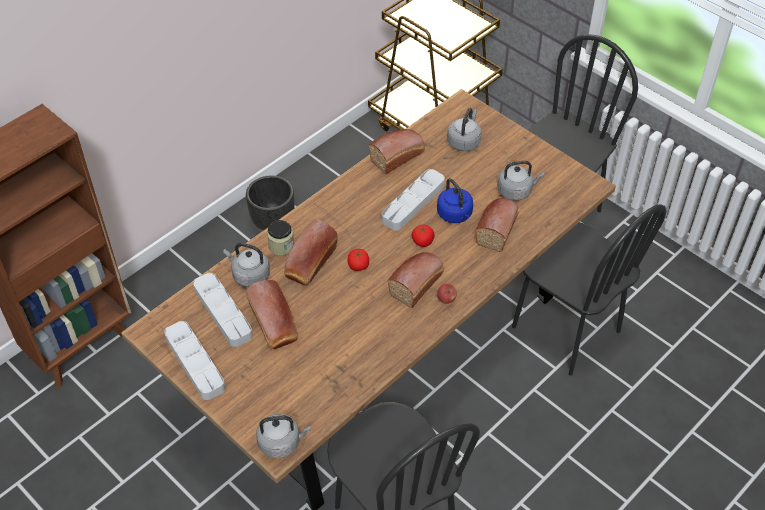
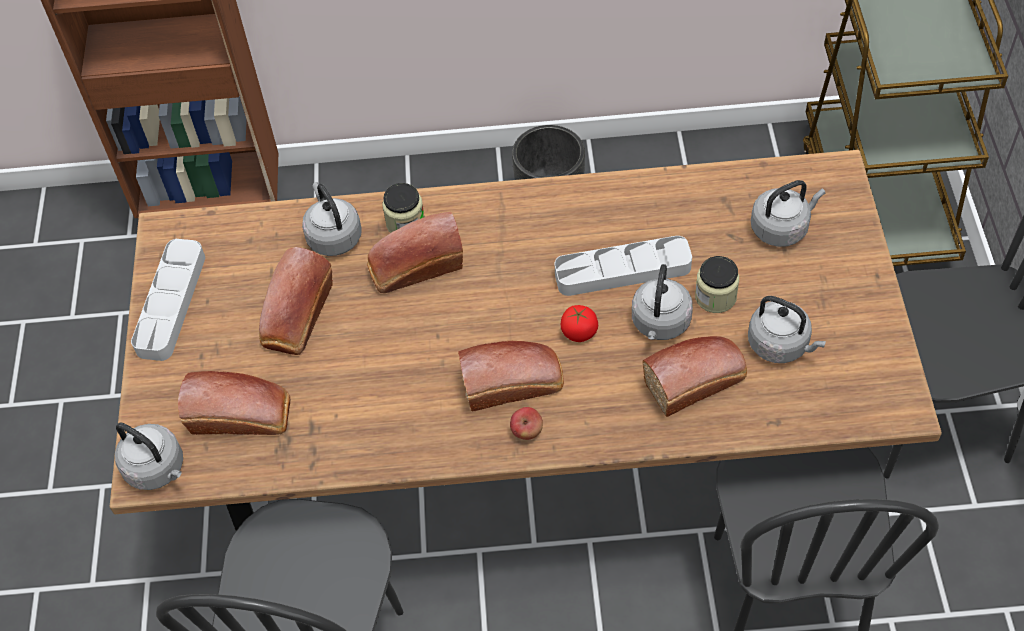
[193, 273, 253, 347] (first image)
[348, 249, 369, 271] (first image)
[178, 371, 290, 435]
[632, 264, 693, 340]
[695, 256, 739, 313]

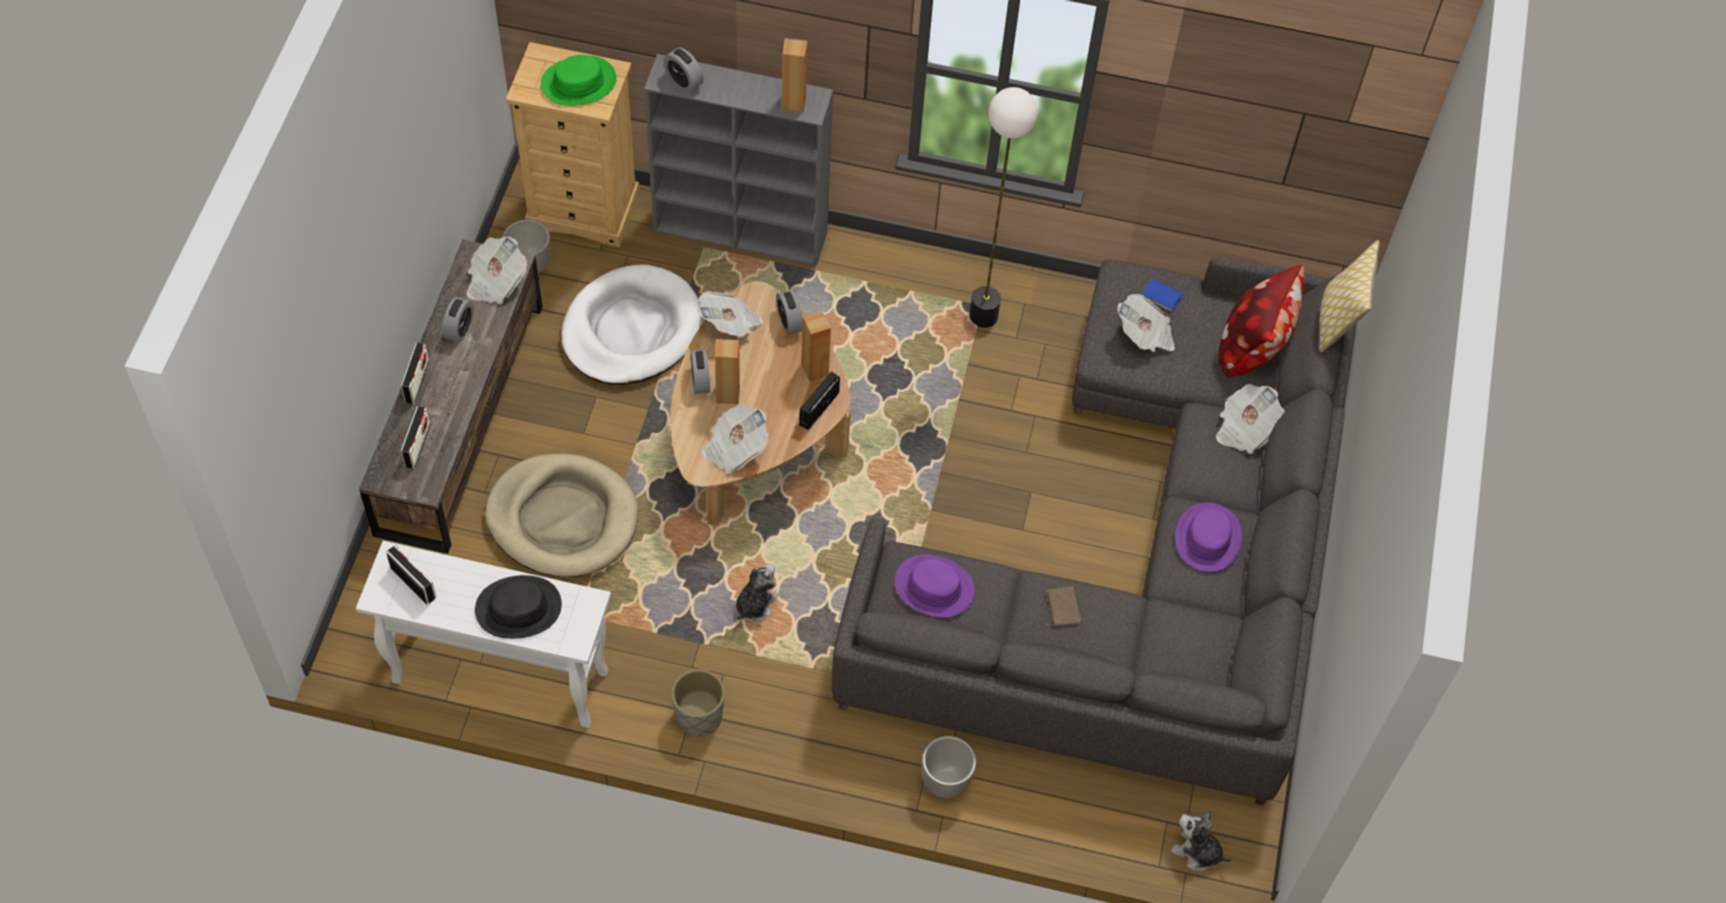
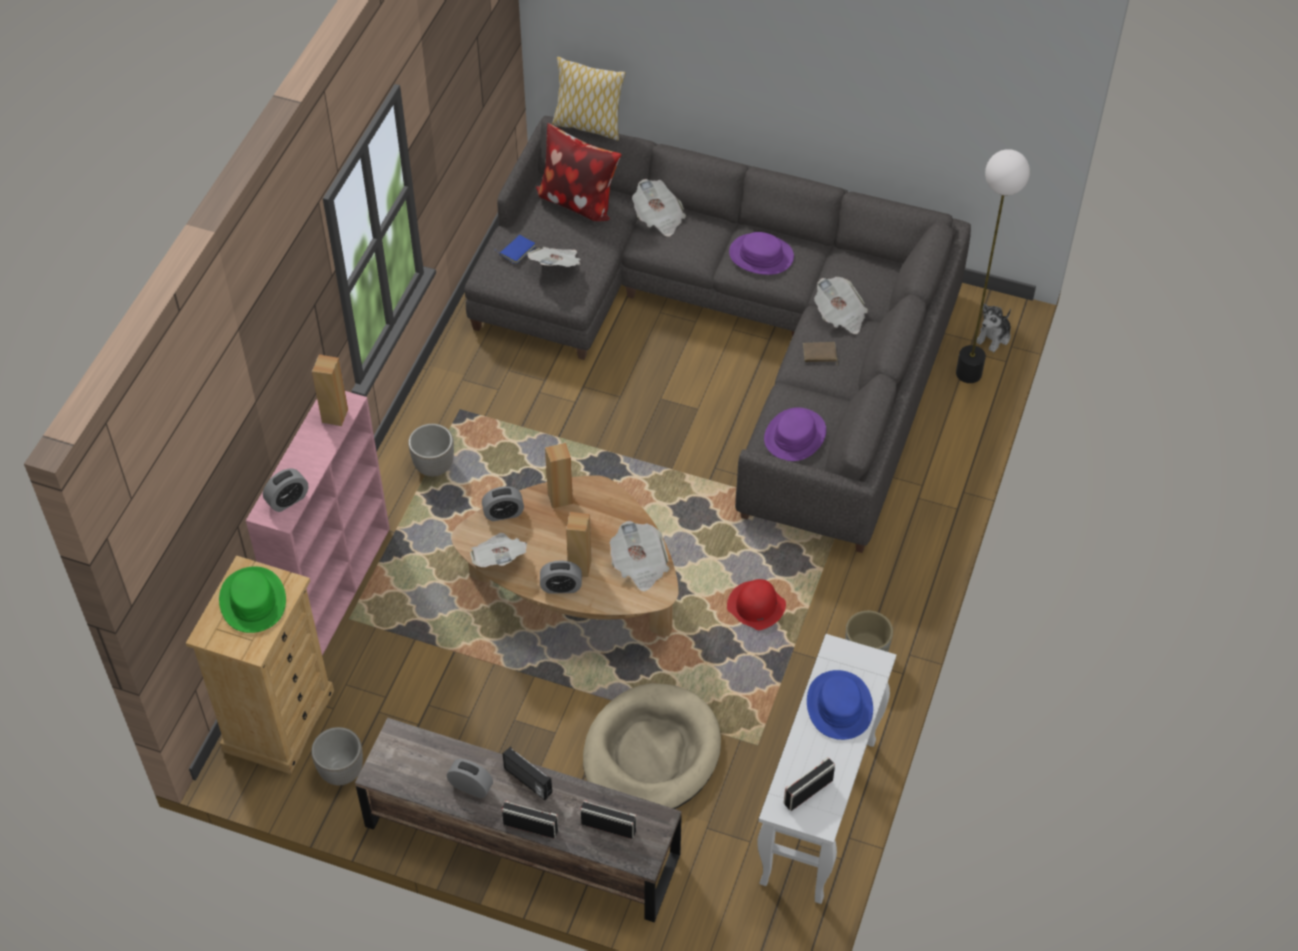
[814, 277, 868, 334]
[807, 670, 873, 740]
[561, 264, 701, 385] (first image)
[246, 391, 390, 656]
[727, 579, 786, 630]
[503, 747, 552, 800]
[408, 424, 454, 476]
[956, 149, 1030, 383]

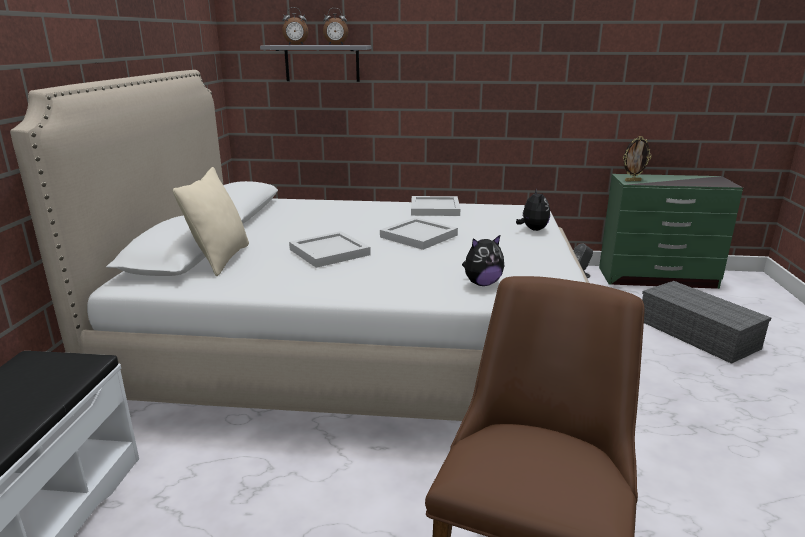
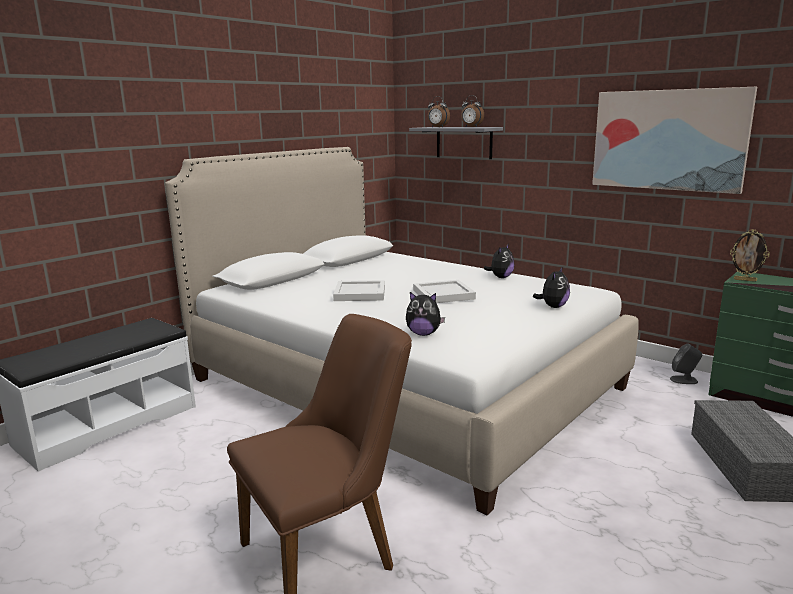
[173, 167, 249, 276] (first image)
[484, 244, 515, 278]
[592, 87, 757, 194]

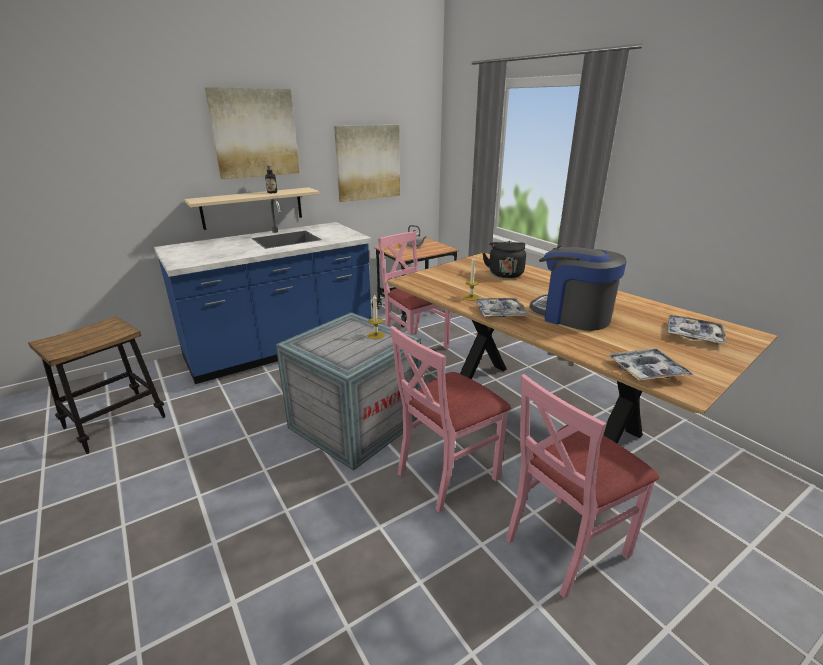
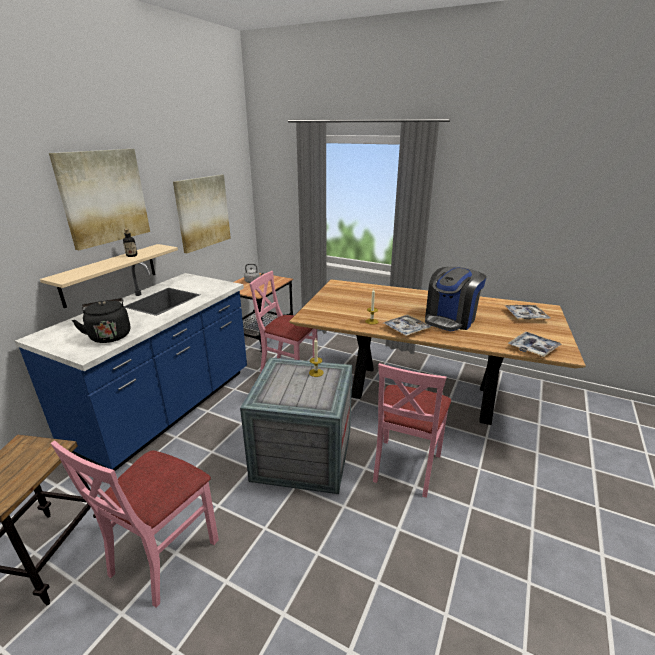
[72, 298, 130, 343]
[51, 441, 219, 608]
[425, 267, 487, 331]

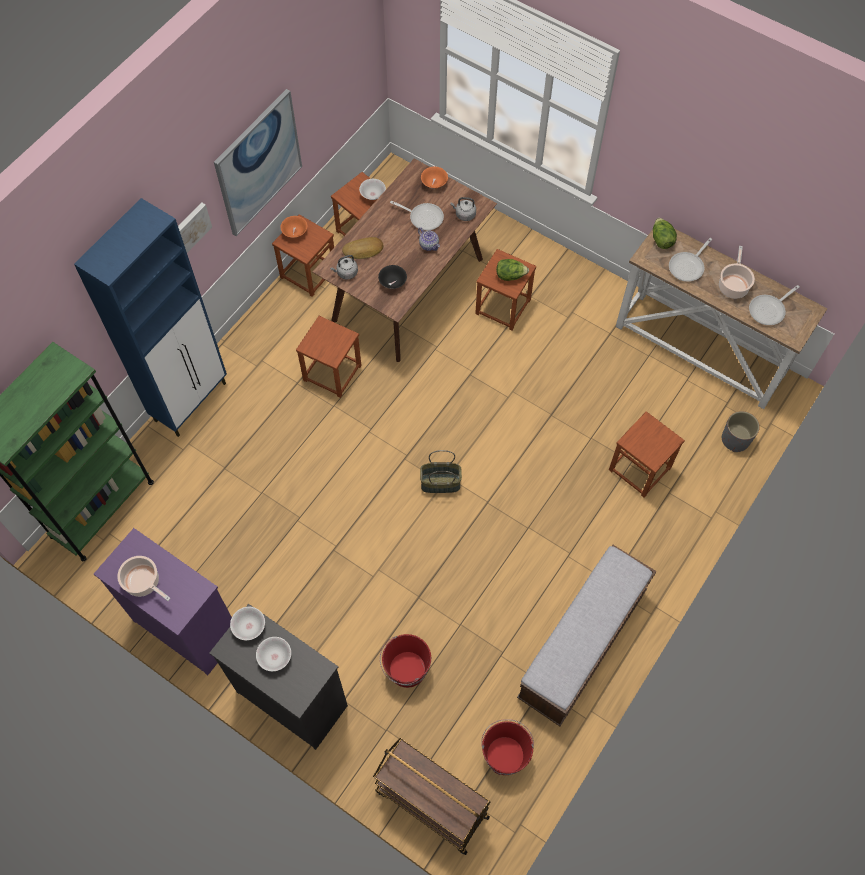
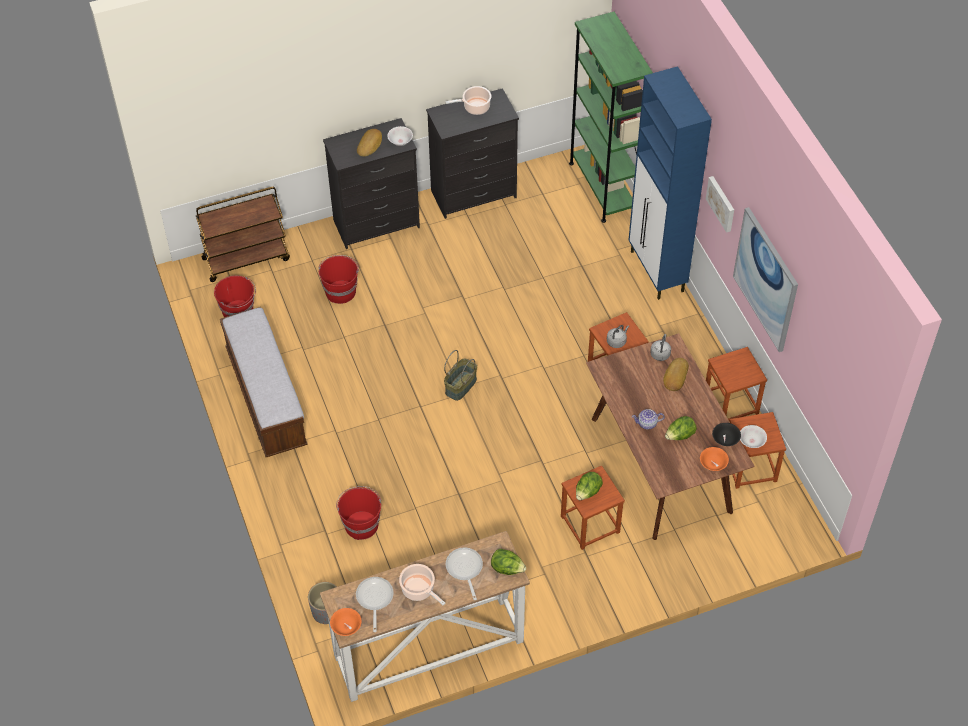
[426, 88, 519, 219]
[357, 129, 382, 157]
[330, 608, 362, 636]
[712, 423, 741, 446]
[665, 416, 697, 440]
[607, 325, 629, 348]
[336, 486, 381, 540]

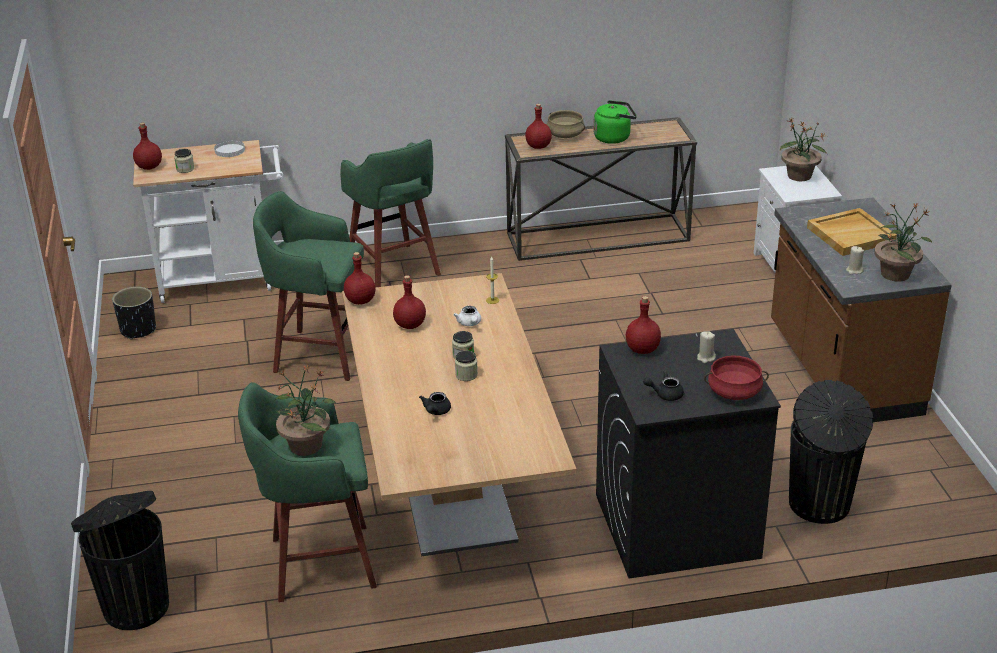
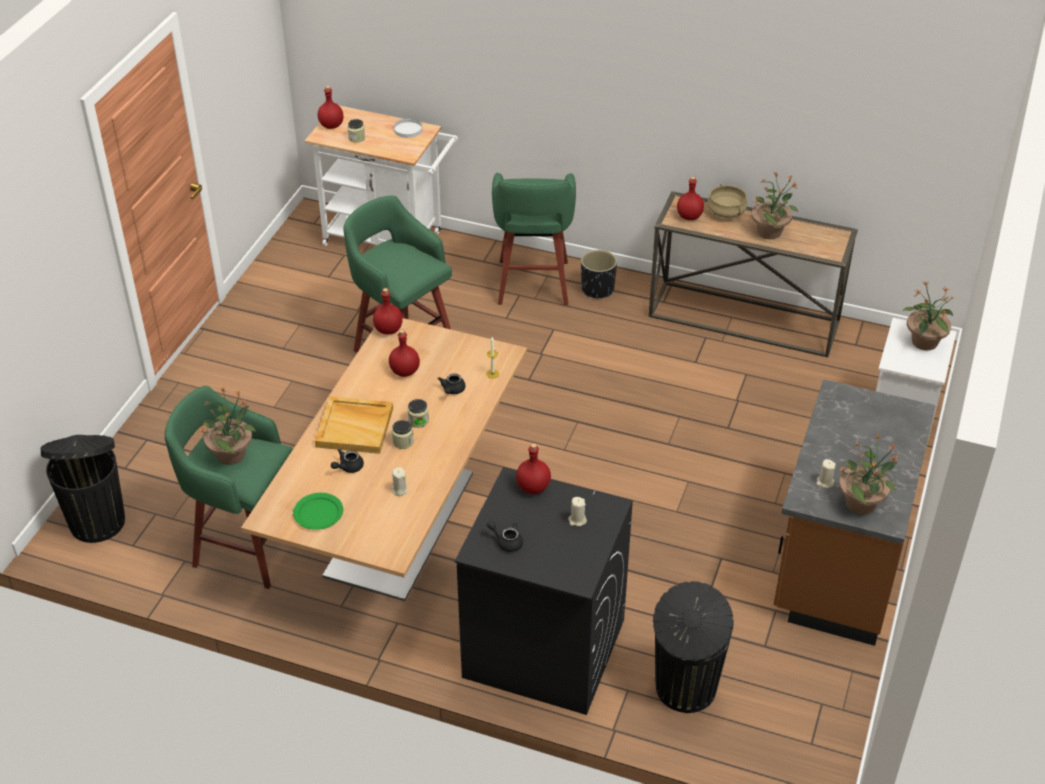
[581, 250, 617, 298]
[438, 374, 466, 394]
[751, 172, 799, 239]
[704, 355, 769, 400] (first image)
[315, 396, 393, 454]
[293, 493, 343, 530]
[391, 467, 408, 496]

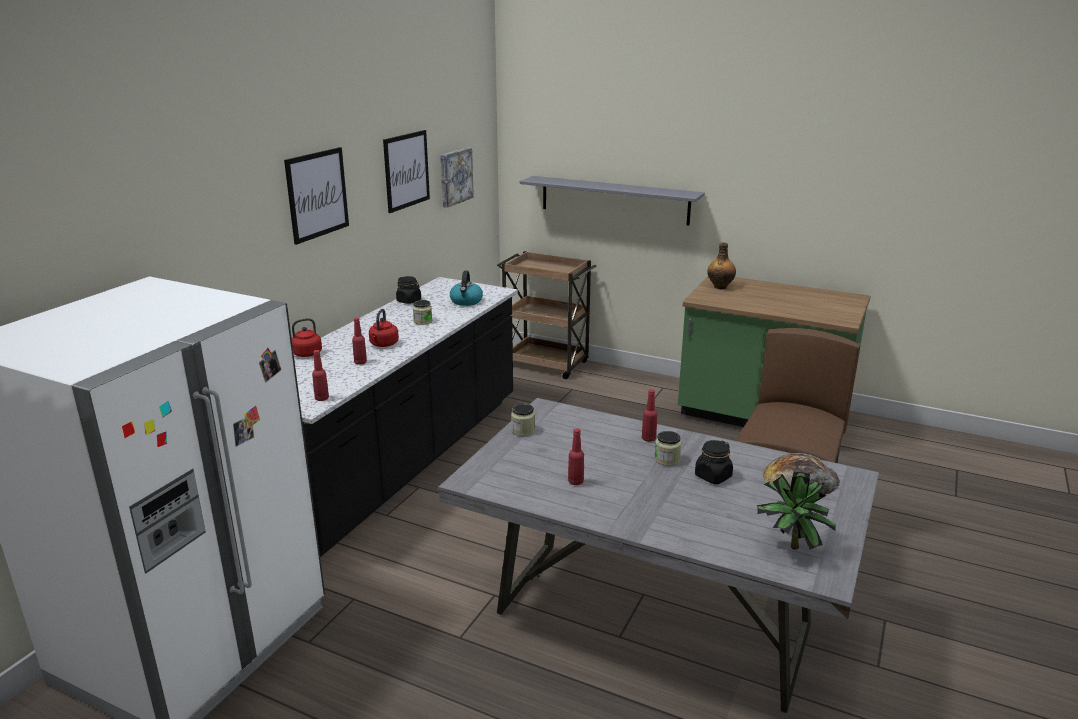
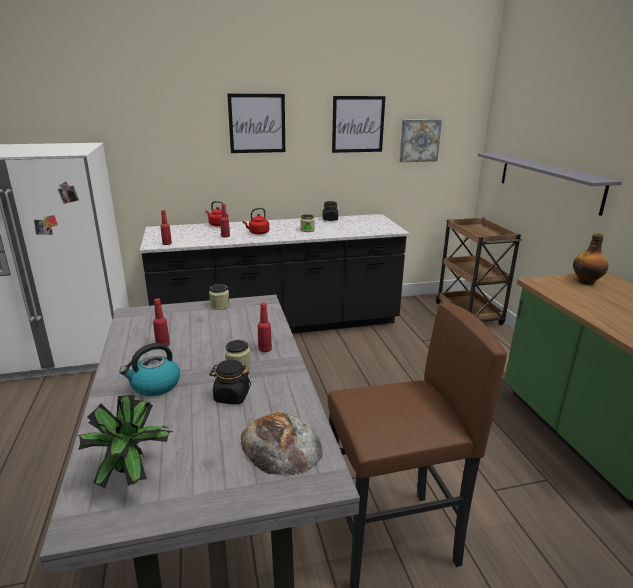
[119, 343, 180, 396]

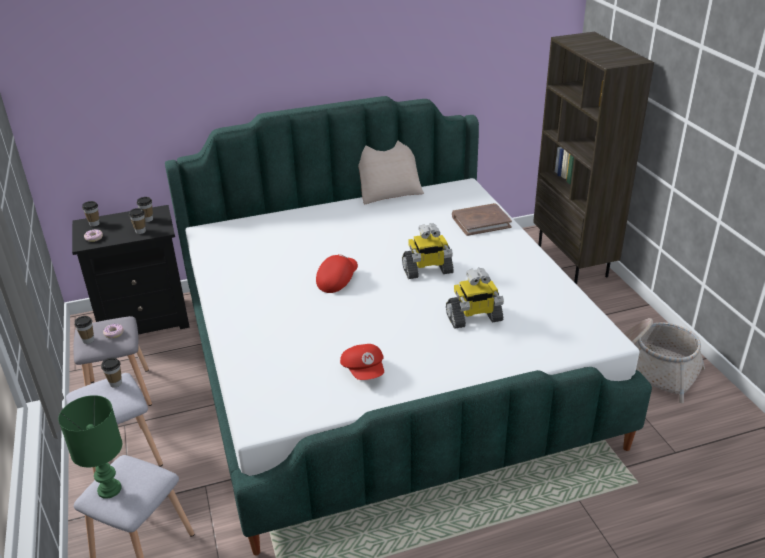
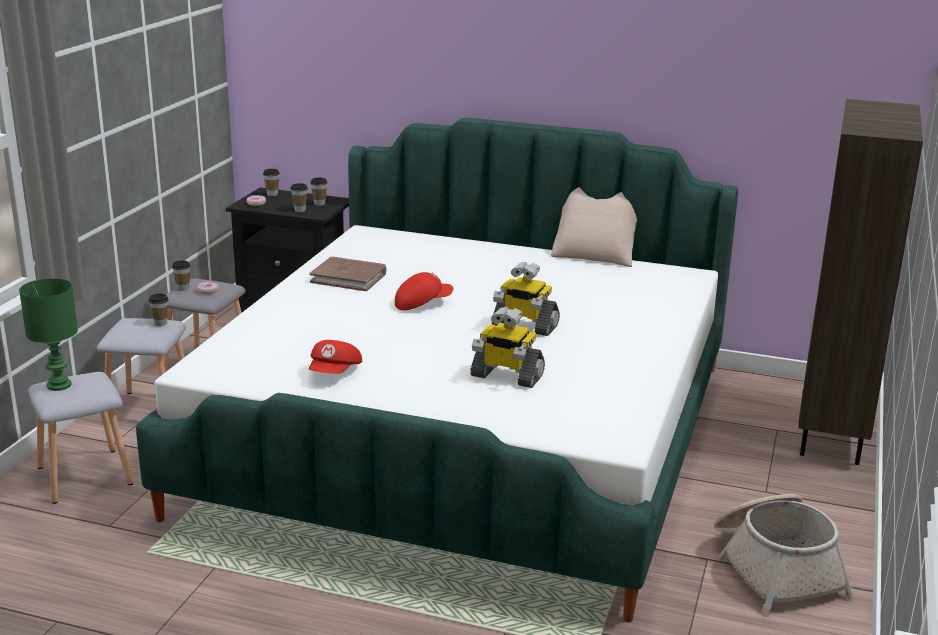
[310, 257, 386, 291]

